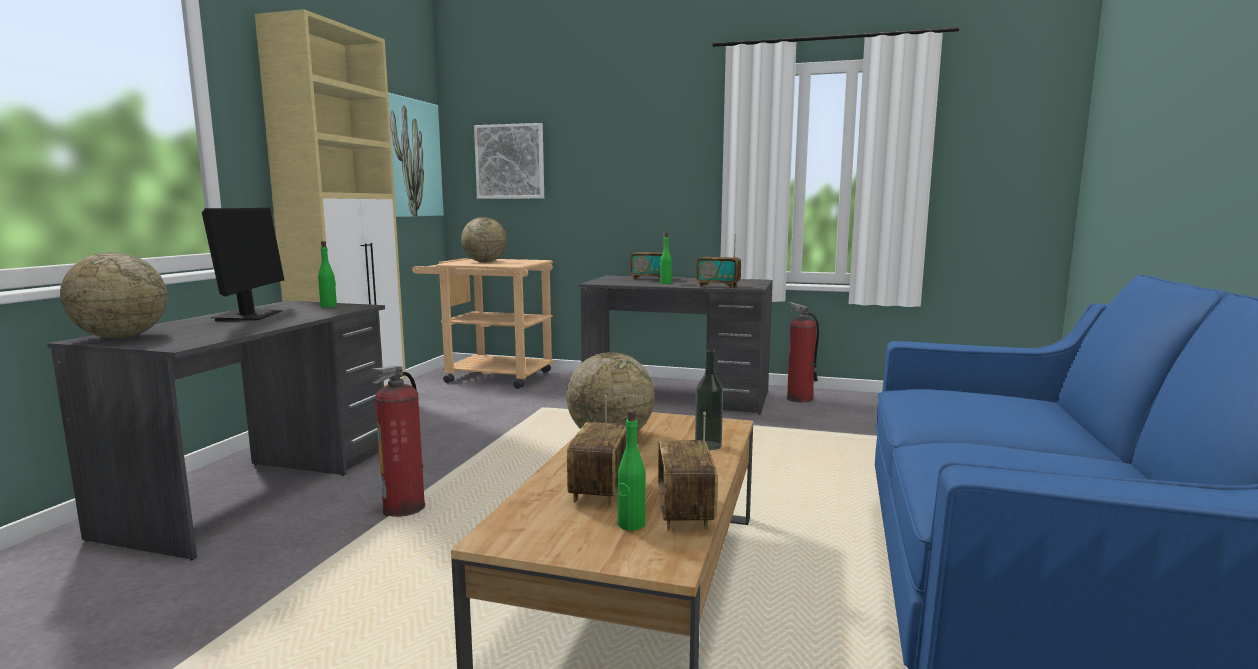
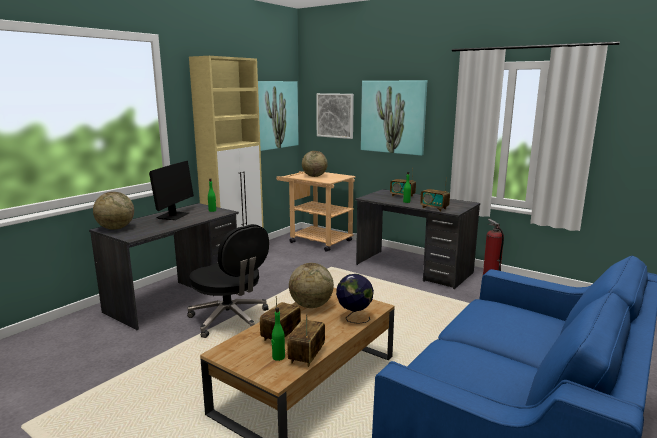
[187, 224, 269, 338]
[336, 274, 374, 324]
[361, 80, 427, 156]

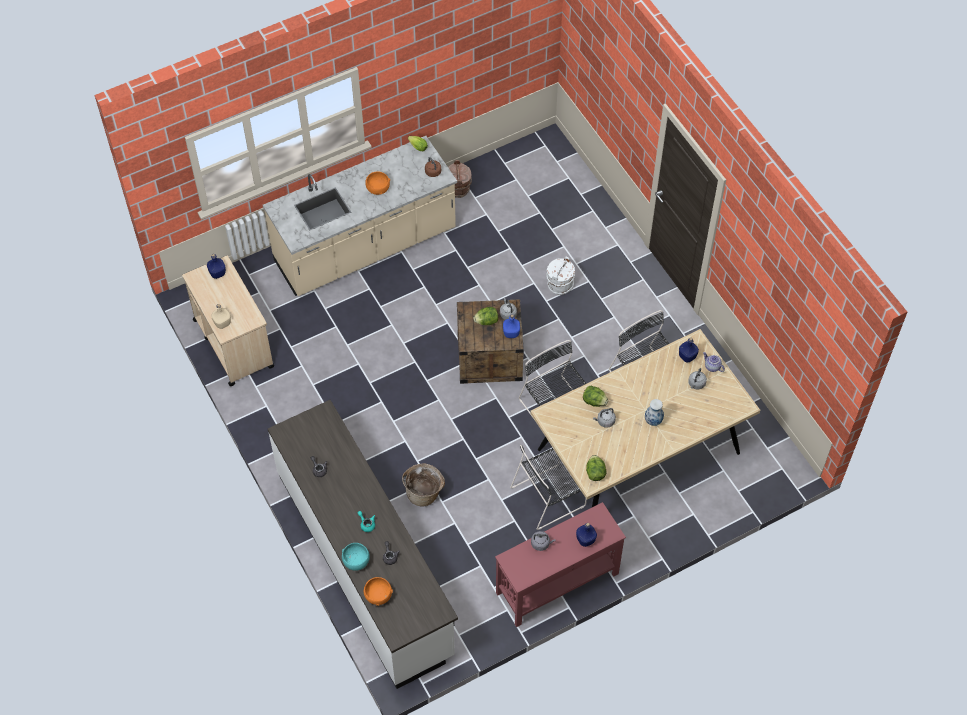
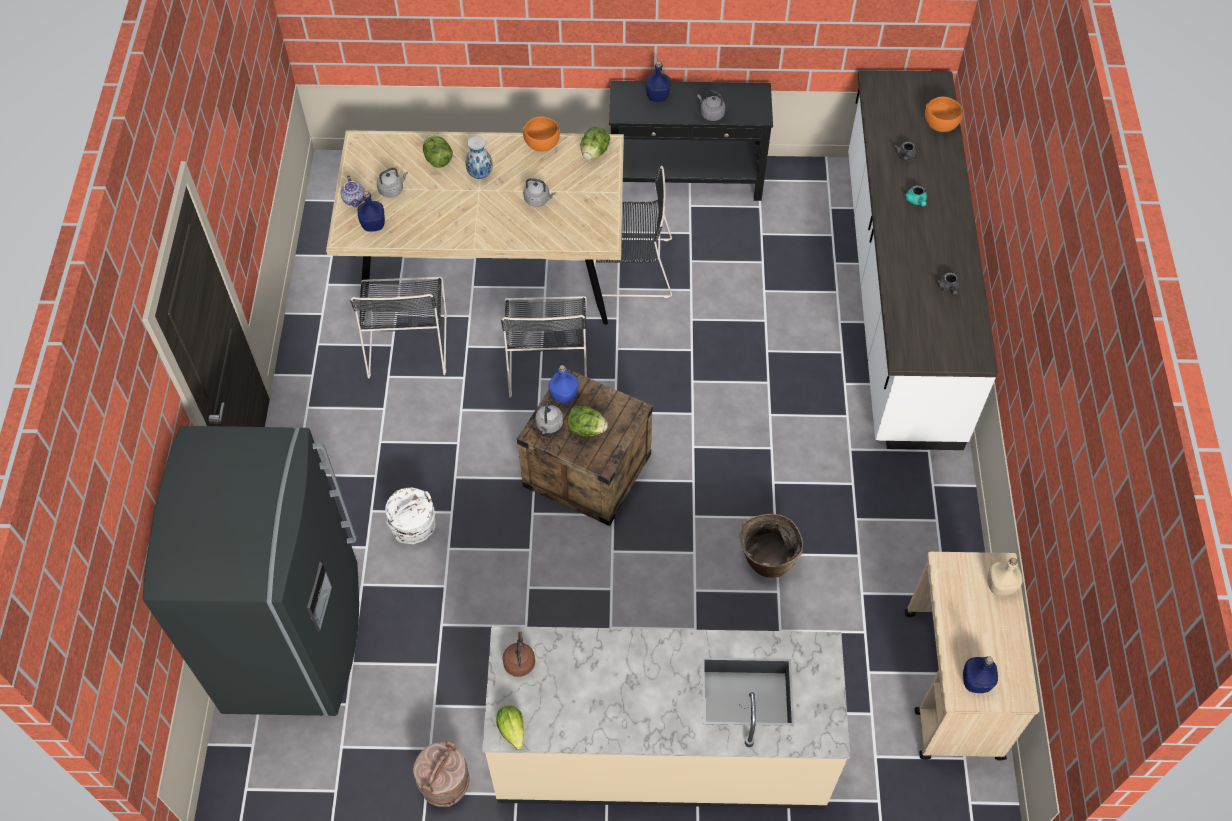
[342, 543, 370, 571] (first image)
[523, 116, 560, 152]
[740, 514, 803, 578]
[609, 81, 773, 201]
[423, 135, 452, 168]
[143, 426, 359, 716]

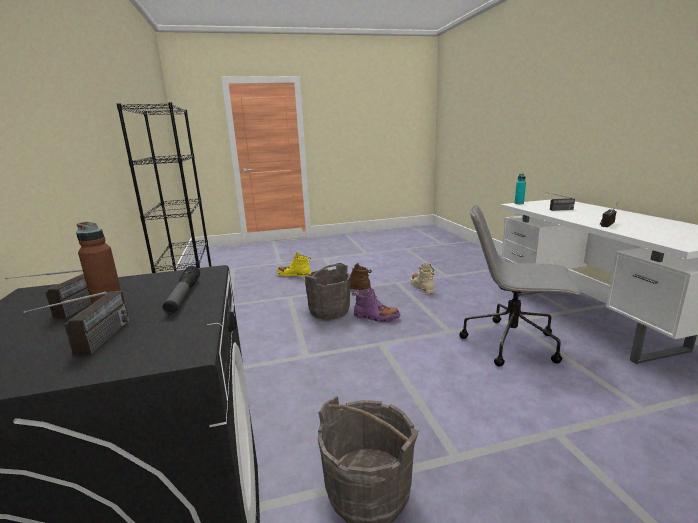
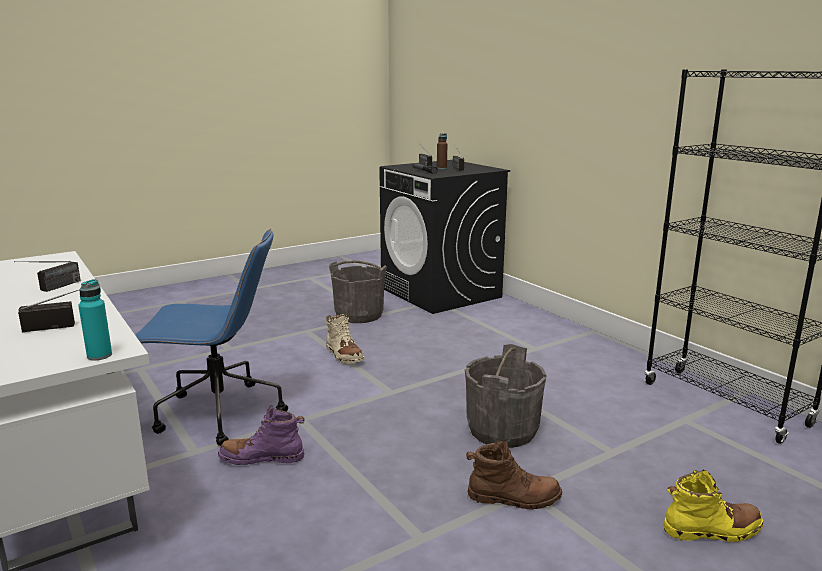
[218, 405, 305, 465]
[326, 314, 365, 364]
[135, 229, 288, 446]

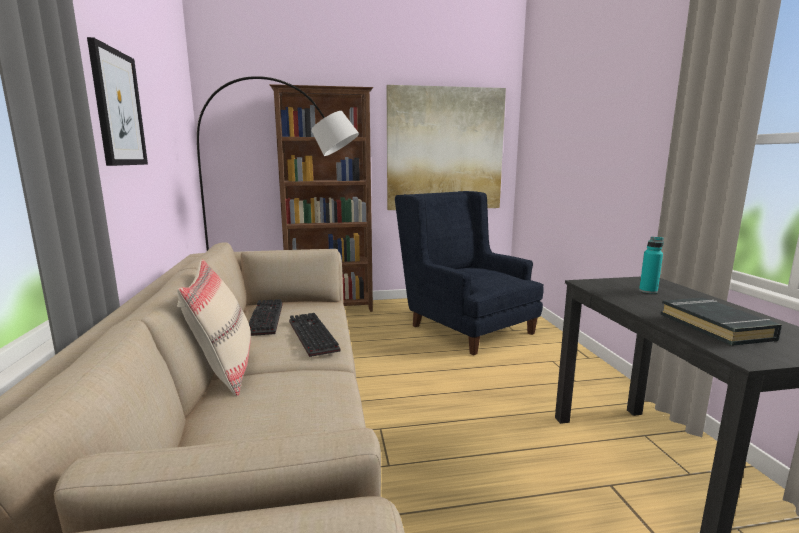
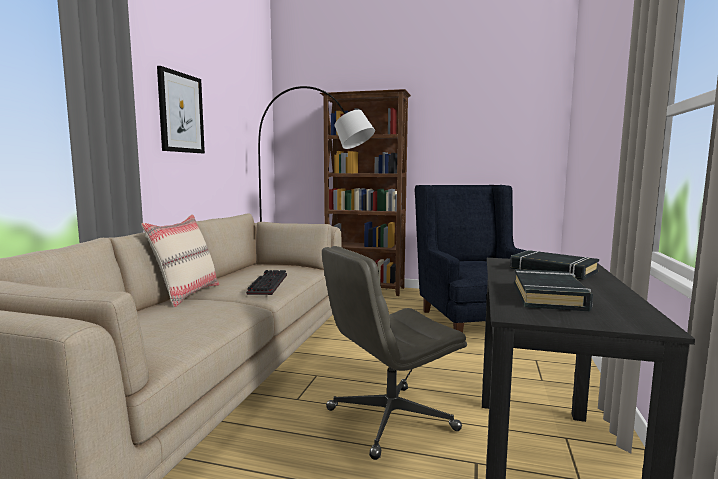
[249, 299, 283, 336] (first image)
[387, 85, 506, 210] (first image)
[510, 250, 599, 280]
[322, 246, 467, 460]

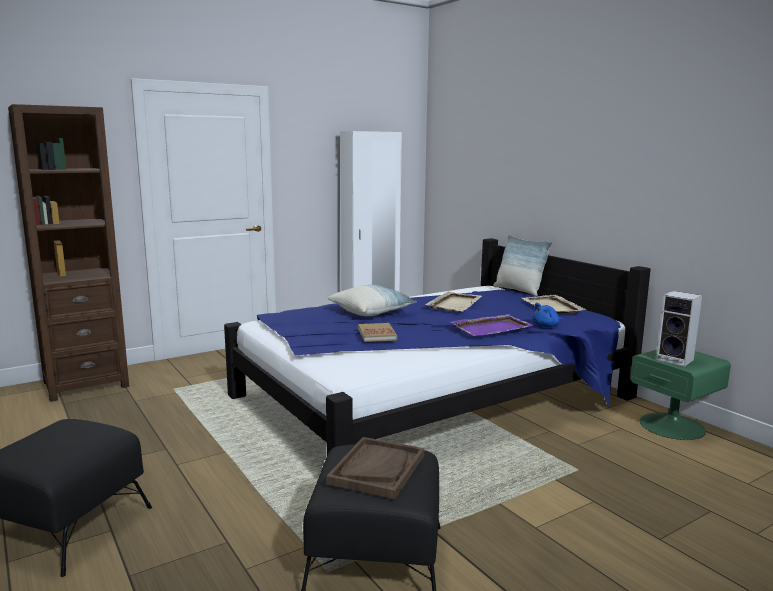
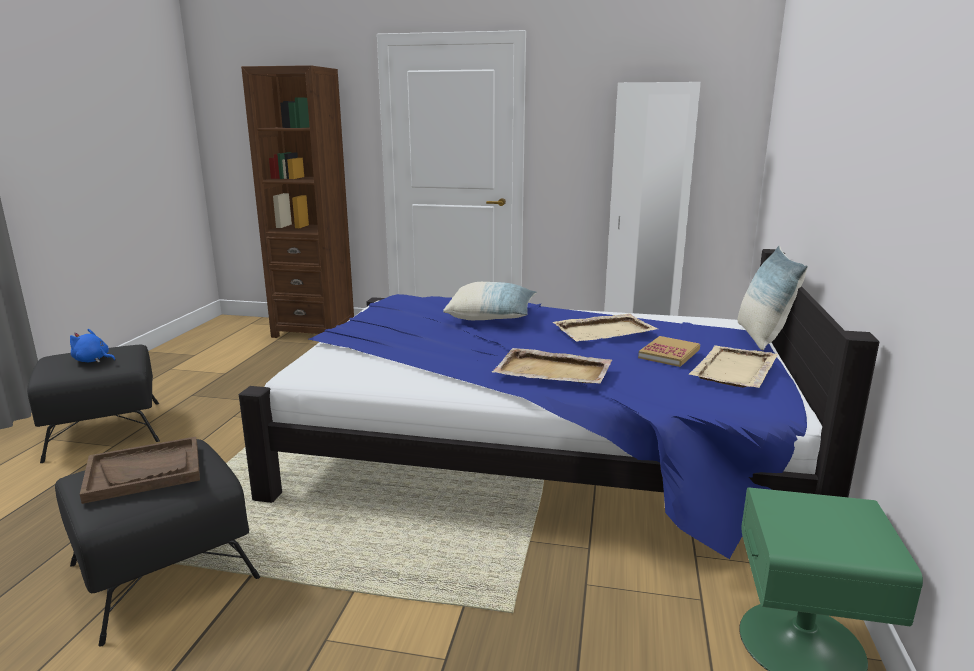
[638, 336, 700, 367]
[492, 348, 612, 384]
[70, 329, 116, 363]
[656, 291, 702, 367] (first image)

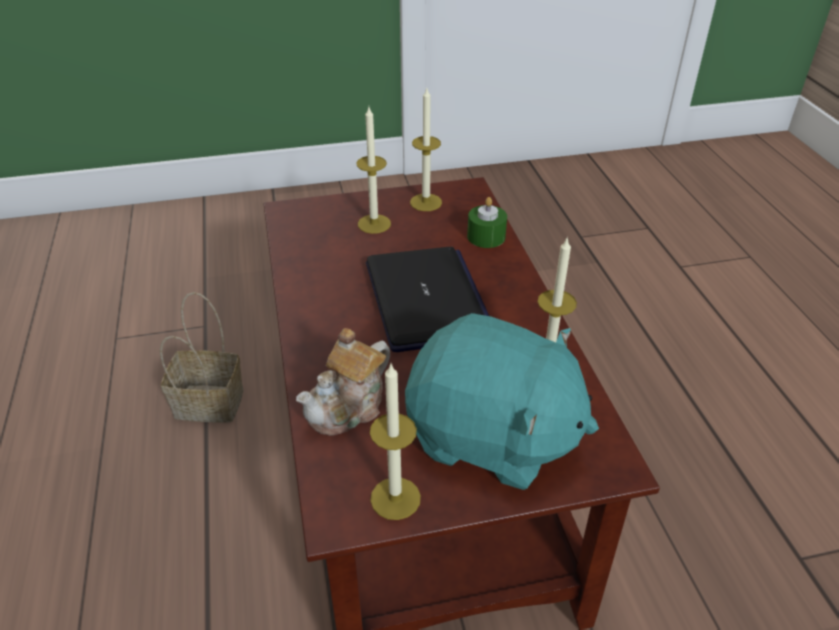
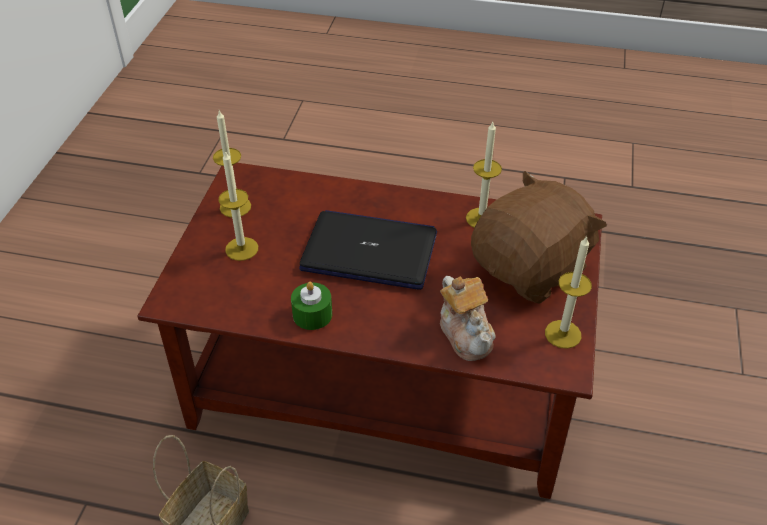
[471, 171, 607, 303]
[291, 282, 332, 330]

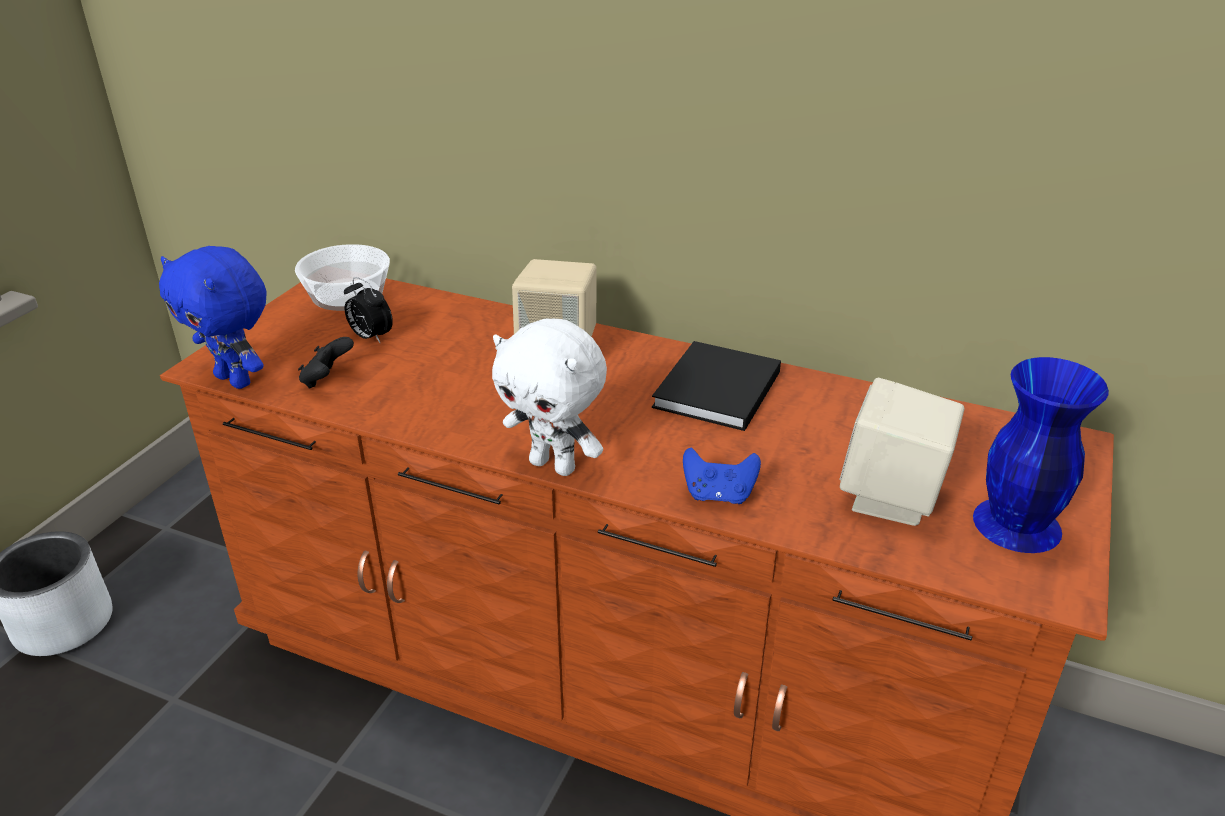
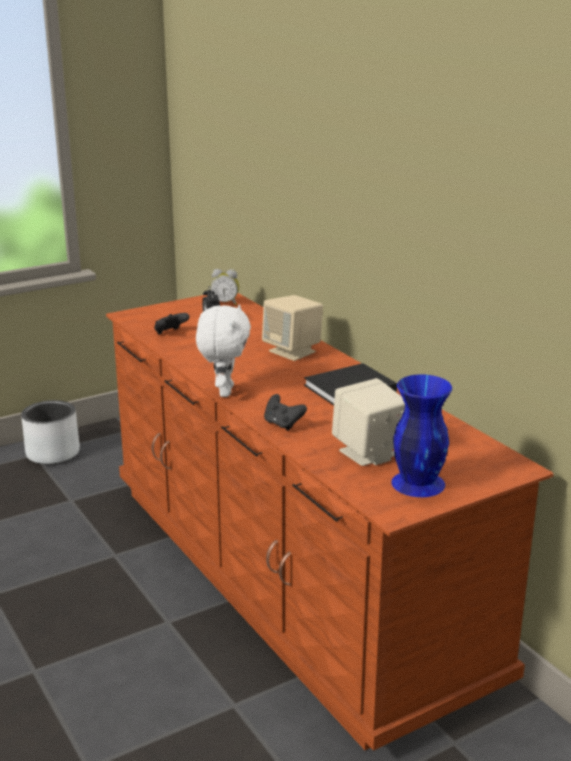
[159, 246, 266, 389] (first image)
[210, 269, 239, 305]
[196, 304, 251, 397]
[264, 394, 307, 431]

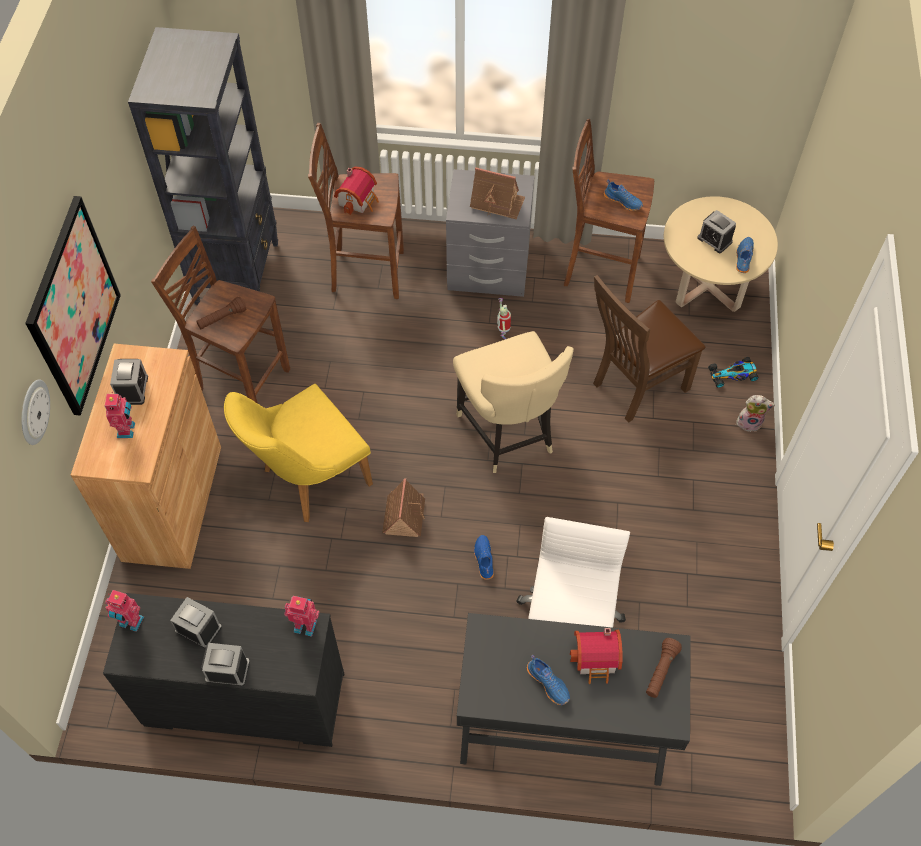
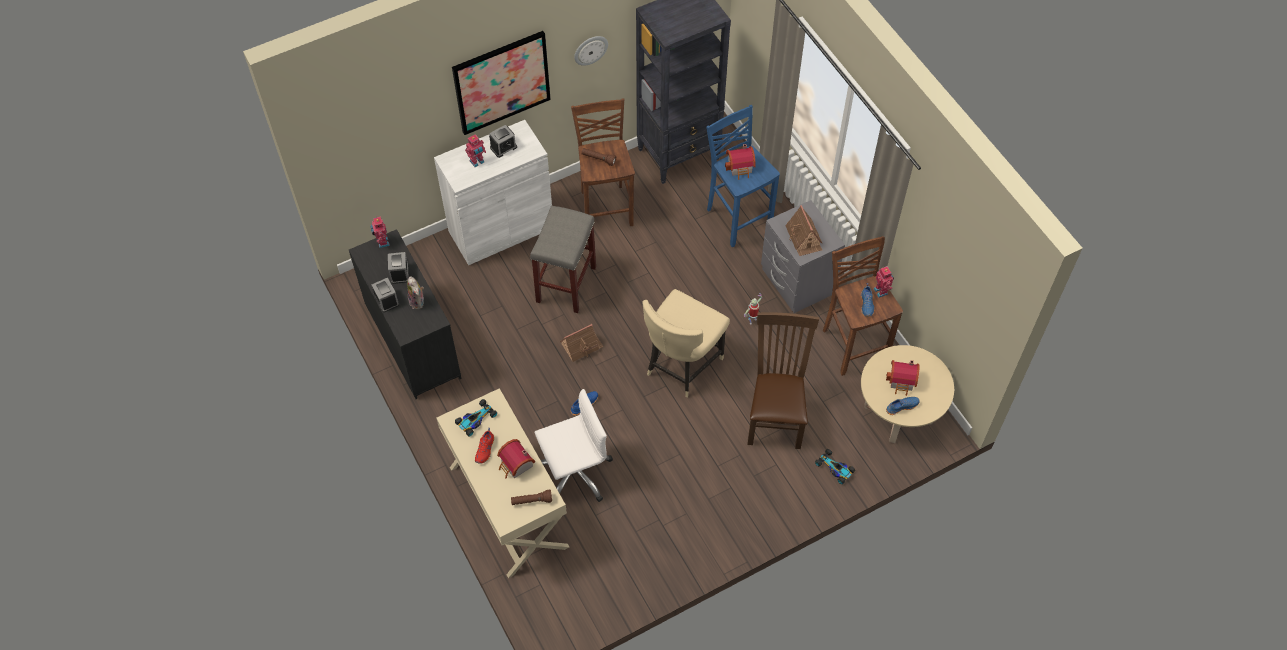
[574, 36, 608, 66]
[434, 120, 552, 265]
[530, 205, 596, 313]
[874, 266, 894, 298]
[706, 105, 780, 247]
[436, 388, 569, 578]
[475, 428, 494, 464]
[748, 312, 819, 449]
[886, 360, 919, 396]
[407, 276, 424, 309]
[455, 399, 497, 437]

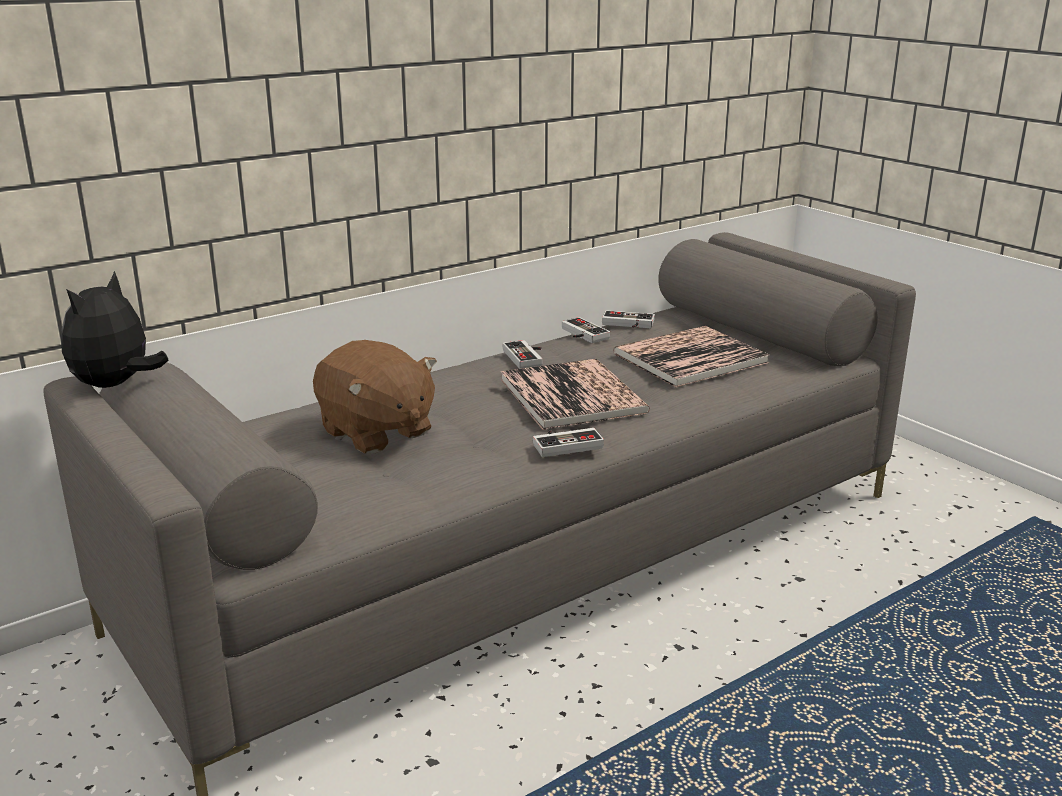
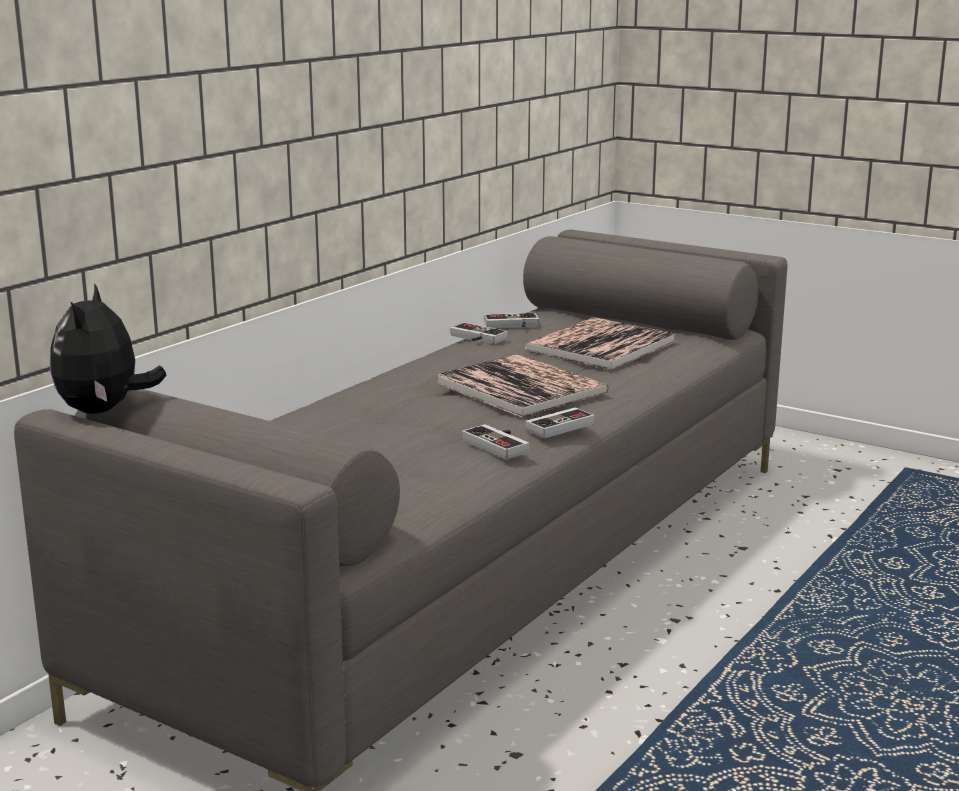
[313, 340, 437, 454] (first image)
[462, 424, 529, 460]

